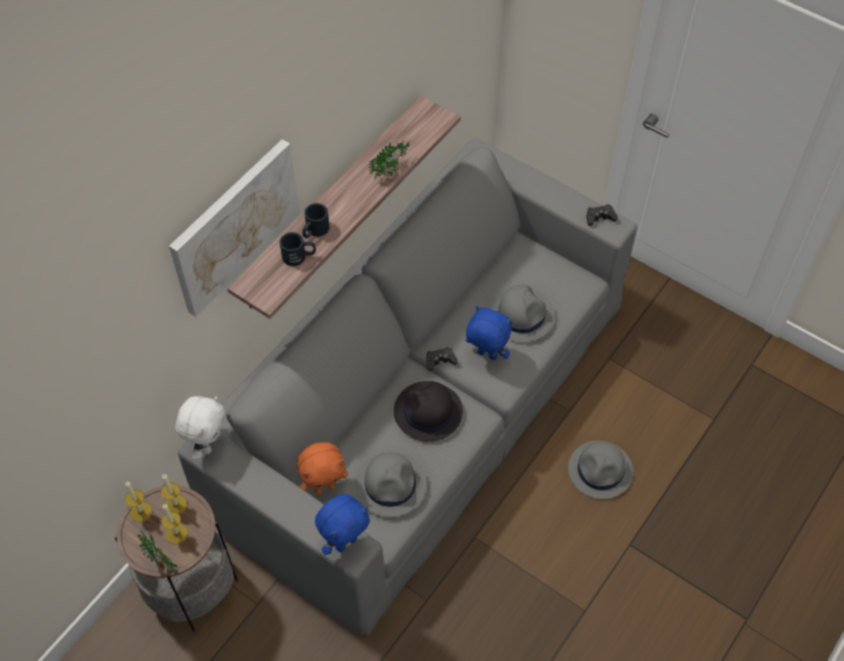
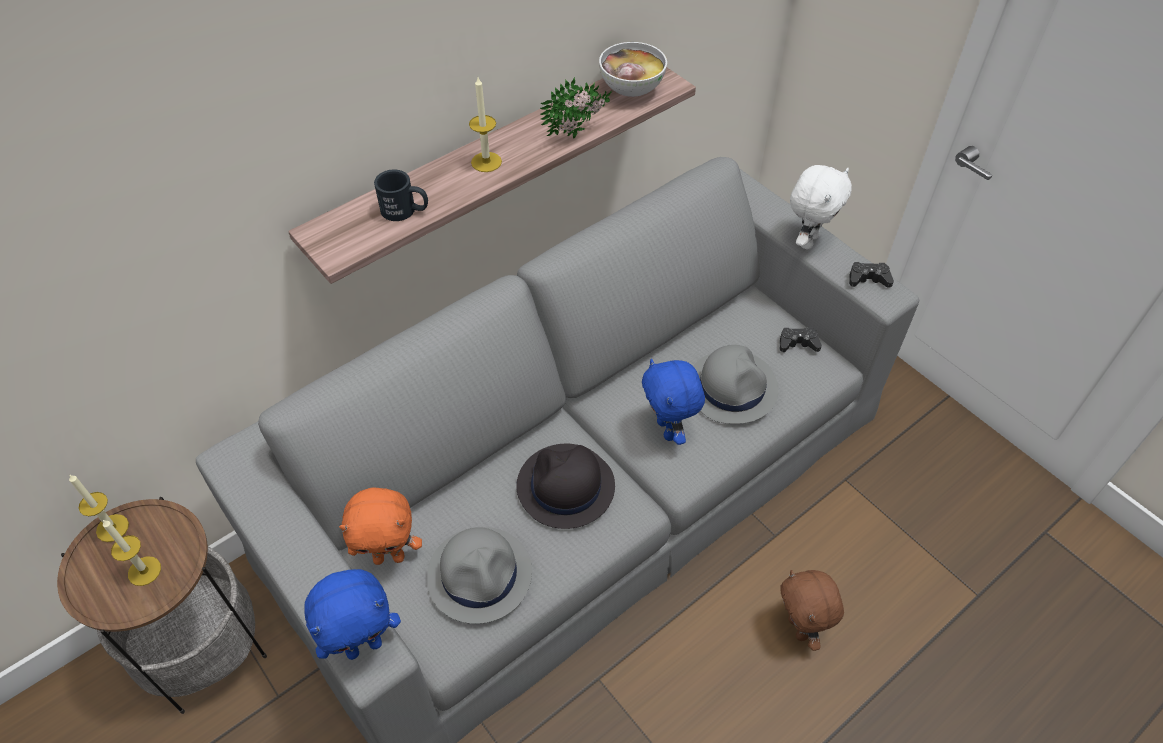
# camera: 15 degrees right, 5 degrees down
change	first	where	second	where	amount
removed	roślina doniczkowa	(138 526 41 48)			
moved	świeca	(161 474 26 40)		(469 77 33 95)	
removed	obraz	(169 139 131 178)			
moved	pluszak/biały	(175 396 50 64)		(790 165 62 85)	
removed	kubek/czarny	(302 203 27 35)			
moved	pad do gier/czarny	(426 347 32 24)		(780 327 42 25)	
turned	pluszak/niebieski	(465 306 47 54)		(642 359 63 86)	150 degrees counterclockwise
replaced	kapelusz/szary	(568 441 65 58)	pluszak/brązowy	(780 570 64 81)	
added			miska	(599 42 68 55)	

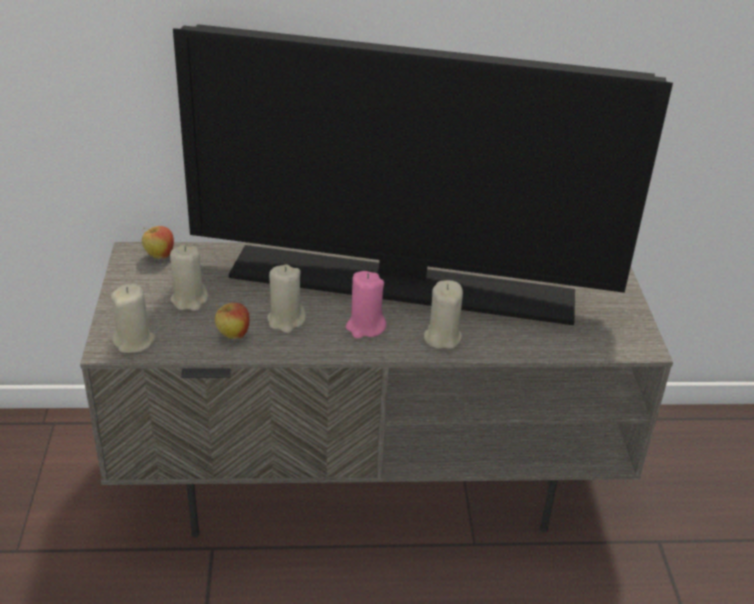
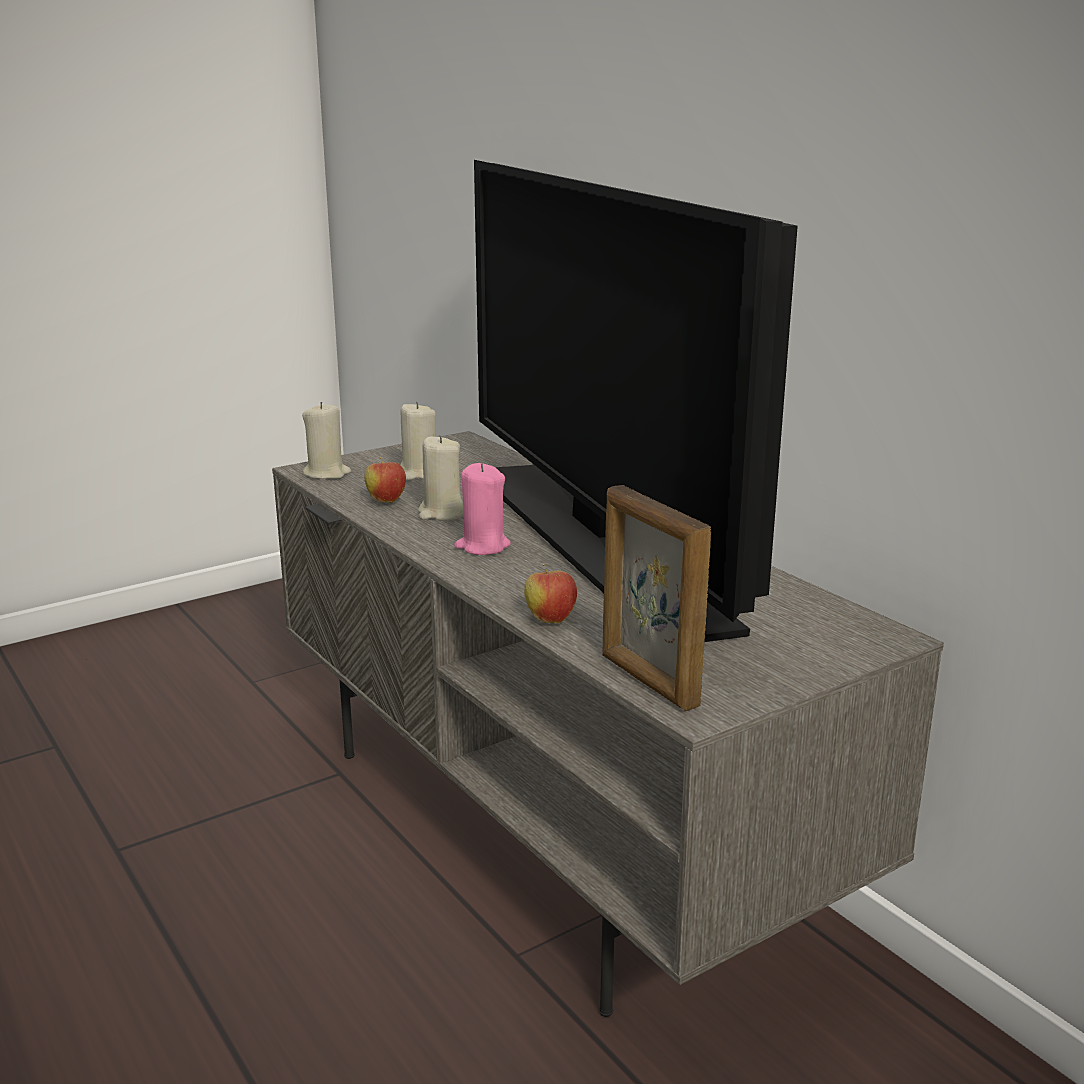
# camera: 60 degrees right, 15 degrees down
change	first	where	second	where	amount
moved	jabłko	(142 226 32 33)		(524 564 53 59)	
removed	świeca/beżowy	(424 280 39 69)			
added			ramka na zdjęcie	(602 485 109 226)	

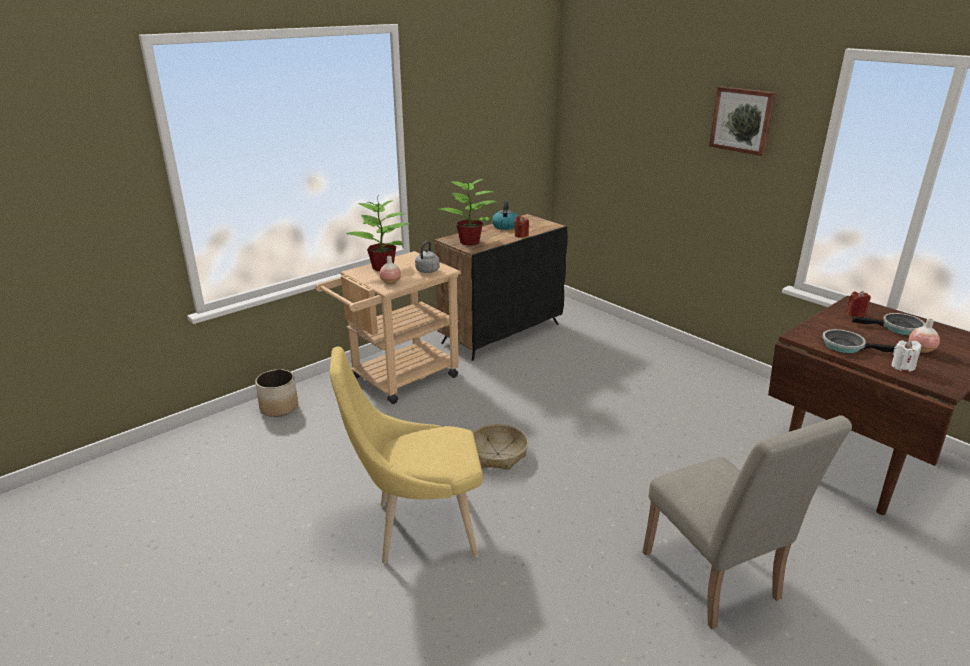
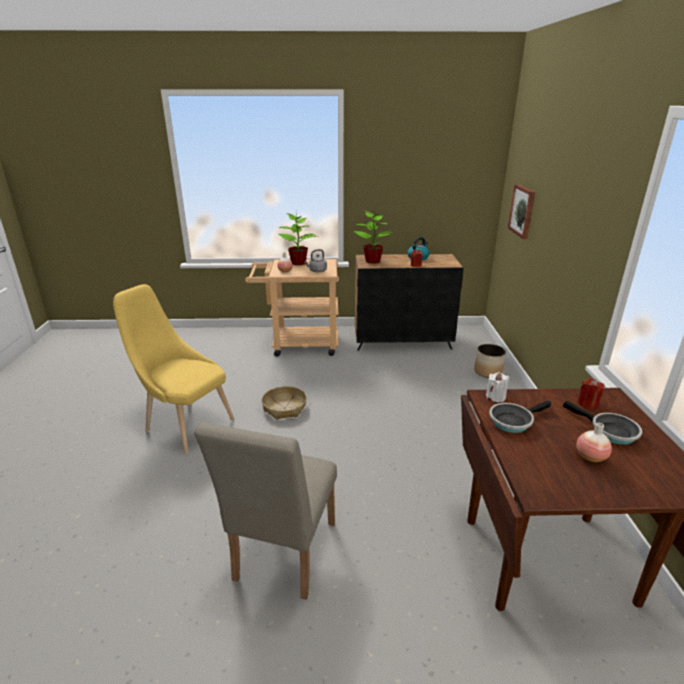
# camera: 40 degrees right, 0 degrees up
change	first	where	second	where	amount
moved	donica	(255 369 43 48)		(474 344 32 34)	
moved	obraz	(709 86 67 70)		(508 184 27 55)	
turned	patelnia	(822 329 74 24)		(489 400 62 33)	90 degrees counterclockwise
moved	świeca/biały	(891 340 30 32)		(486 372 23 30)	

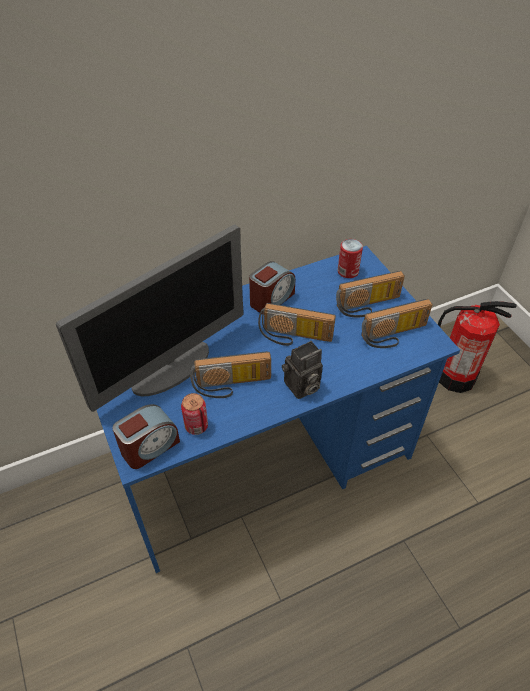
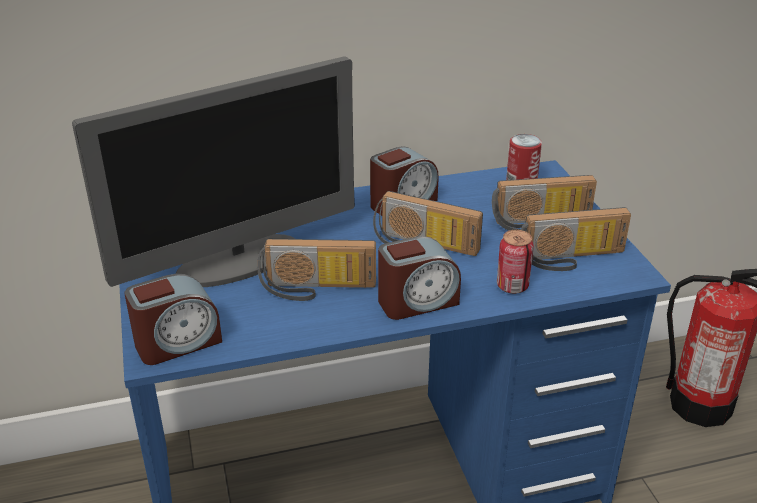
# camera: 10 degrees right, 15 degrees down
change	first	where	second	where	amount
moved	puszka	(181 393 27 42)		(497 230 37 64)	
replaced	aparat fotograficzny	(282 341 41 58)	budzik	(378 236 83 84)	

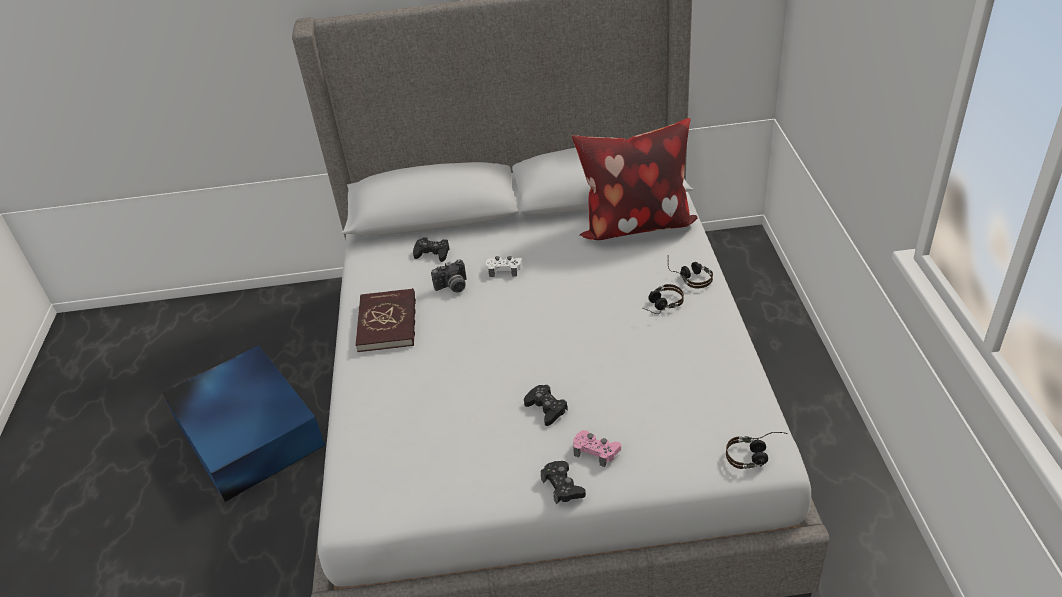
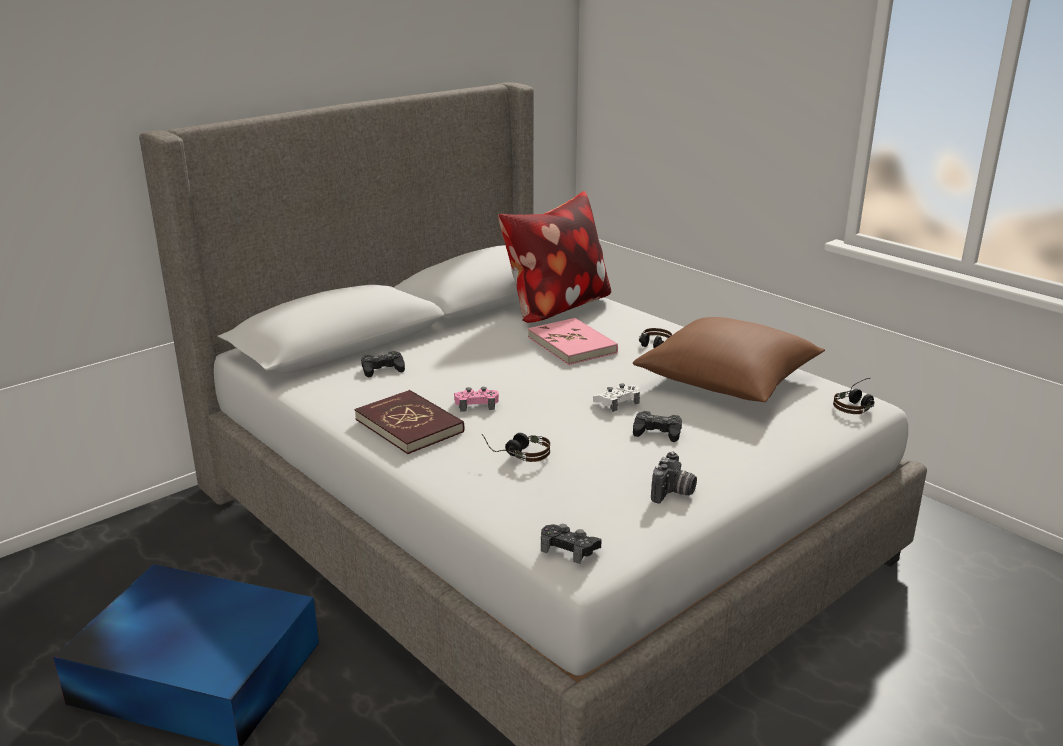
# camera: 40 degrees left, 15 degrees down
change	first	where	second	where	amount
moved	aparat fotograficzny	(431 259 36 34)		(651 452 46 51)	
moved	pad do gier/biały	(486 256 36 21)		(593 383 47 29)	
moved	pad do gier/czarny	(541 461 45 44)		(541 524 60 40)	
moved	pad do gier/różowy	(573 430 48 37)		(454 387 45 25)	
moved	słuchawki	(668 255 45 33)		(482 433 68 29)	
added			książka/różowy	(528 318 90 47)	
added			poduszka/brązowy	(633 317 192 85)	

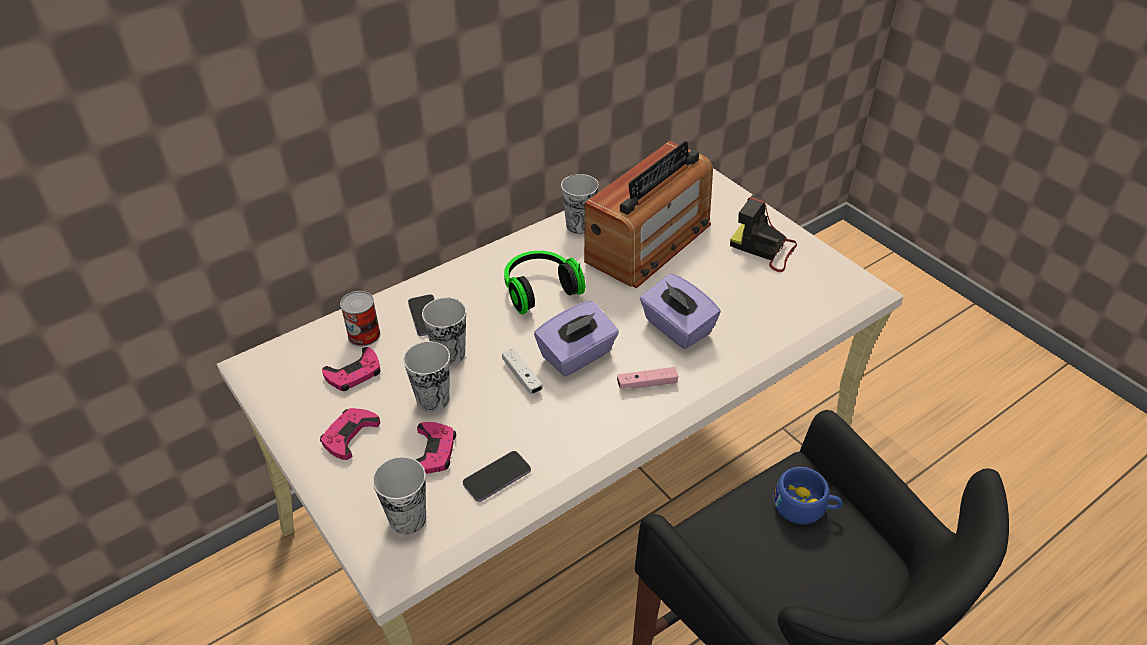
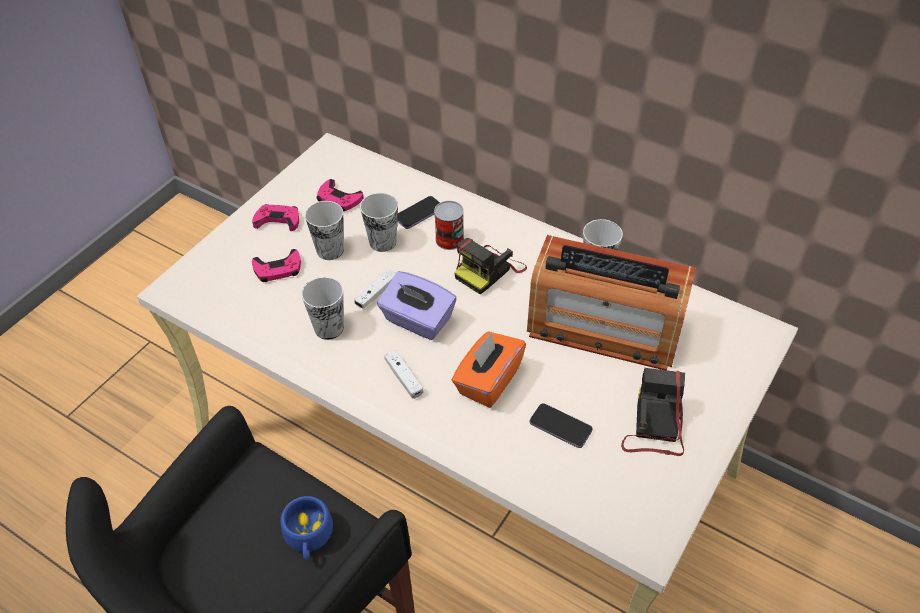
# camera: 70 degrees right, 5 degrees up
change	first	where	second	where	amount
moved	puszka	(340 291 41 55)		(434 201 30 49)	
moved	filiżanka	(372 457 54 77)		(302 277 42 63)	
moved	telefon	(463 451 68 51)		(530 403 63 45)	
replaced	słuchawki	(504 251 81 64)	aparat fotograficzny	(454 238 73 57)	
recoloured	pad do gier/różowy	(617 367 61 22)	pad do gier/biały	(384 350 39 49)	
recoloured	pudełko chusteczek/fioletowy	(640 273 81 76)	pudełko chusteczek/pomarańczowy	(451 331 75 77)	

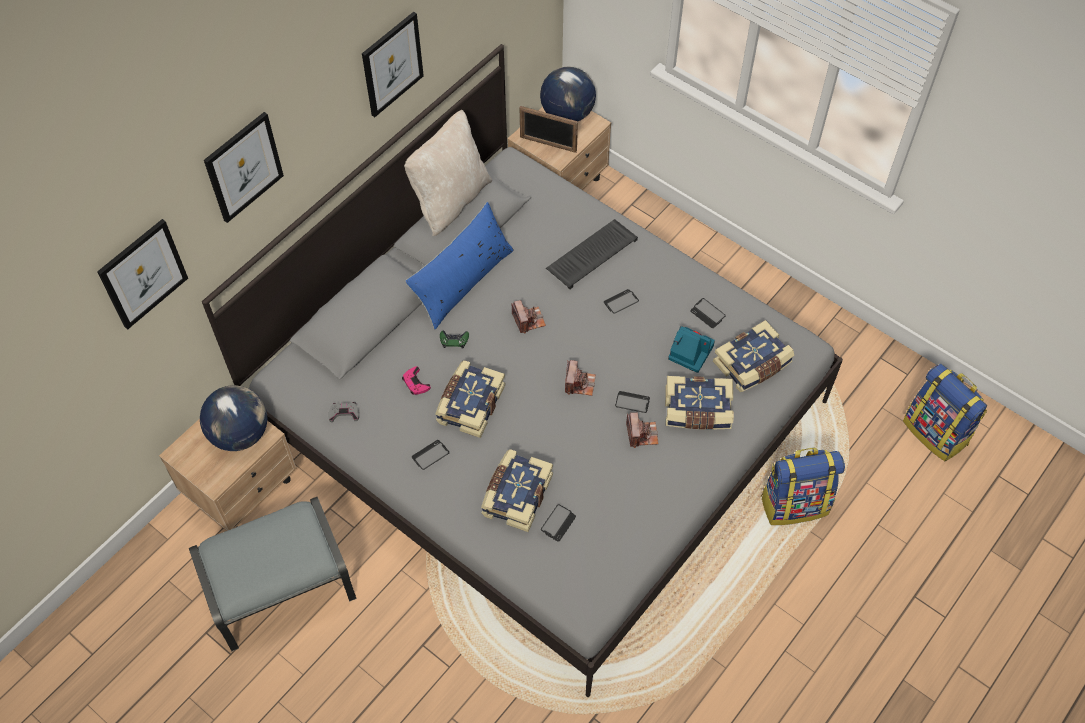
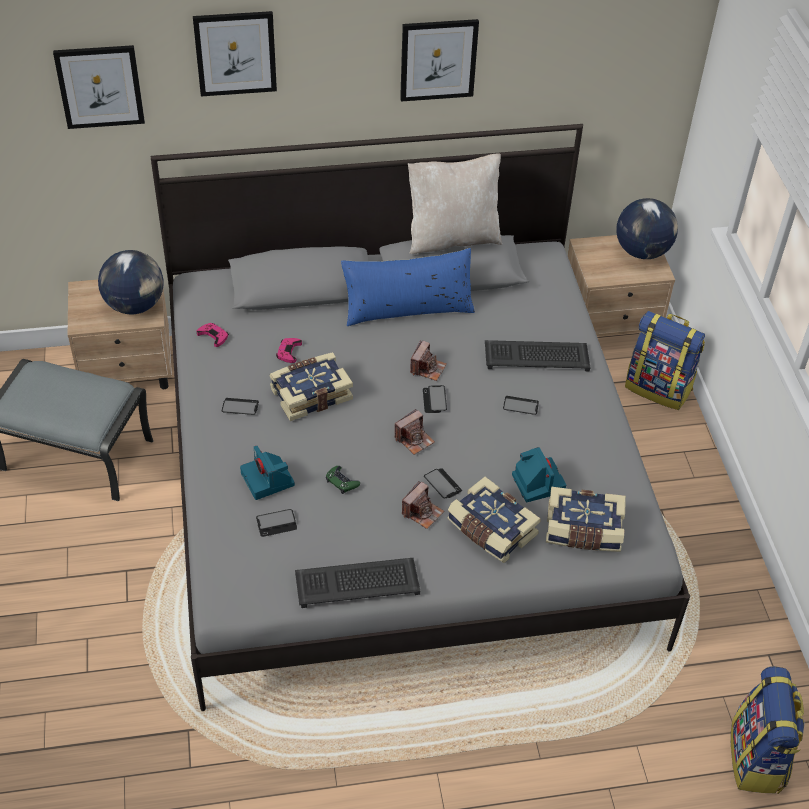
# camera: 40 degrees right, 10 degrees down
change	first	where	second	where	amount
recoloured	pad do gier/szary	(328 402 31 20)	pad do gier/różowy	(197 323 32 24)	
moved	pad do gier/zielony	(440 331 29 18)		(326 466 34 28)	
replaced	książka	(481 449 72 83)	aparat fotograficzny	(240 446 55 54)	
removed	ramka na zdjęcie	(520 106 58 47)			
moved	telefon	(690 298 36 30)		(423 385 24 28)	
moved	plecak	(761 448 84 77)		(625 311 80 99)	
added			klawiatura	(295 558 126 50)	

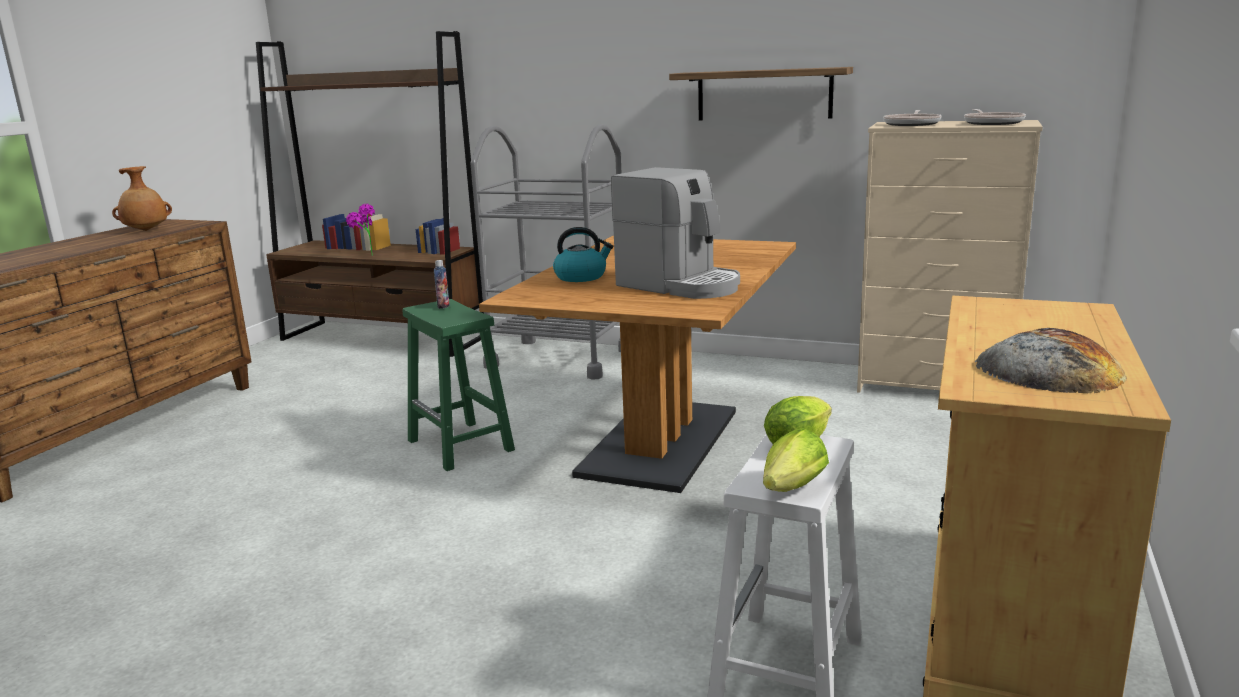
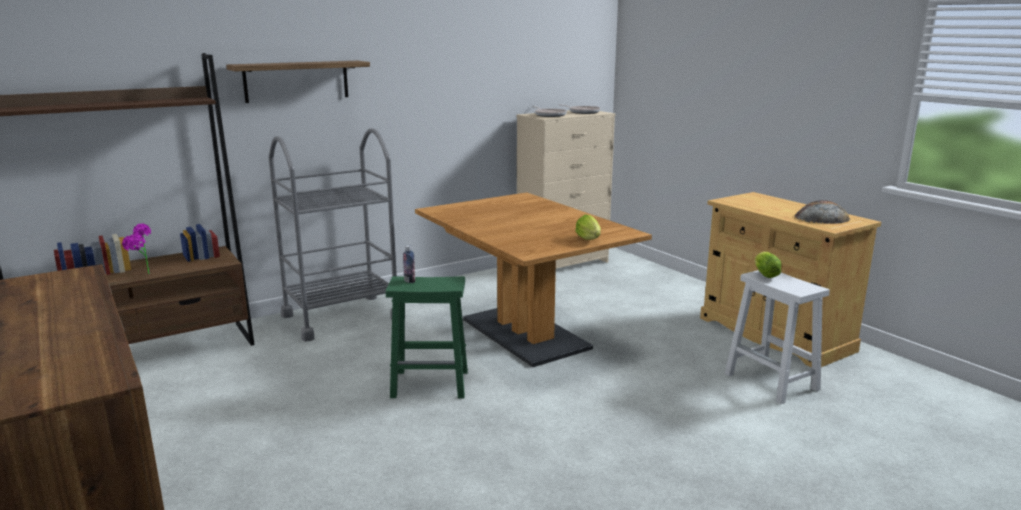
# camera: 55 degrees left, 0 degrees up
change	first	where	second	where	amount
removed	wazon/brązowy	(112 166 60 65)			
removed	czajnik	(553 227 60 55)			
removed	ekspres do kawy	(611 167 129 132)			
moved	półka	(669 67 184 53)		(226 61 144 42)	
moved	sałata	(763 428 66 64)		(575 215 26 25)	

